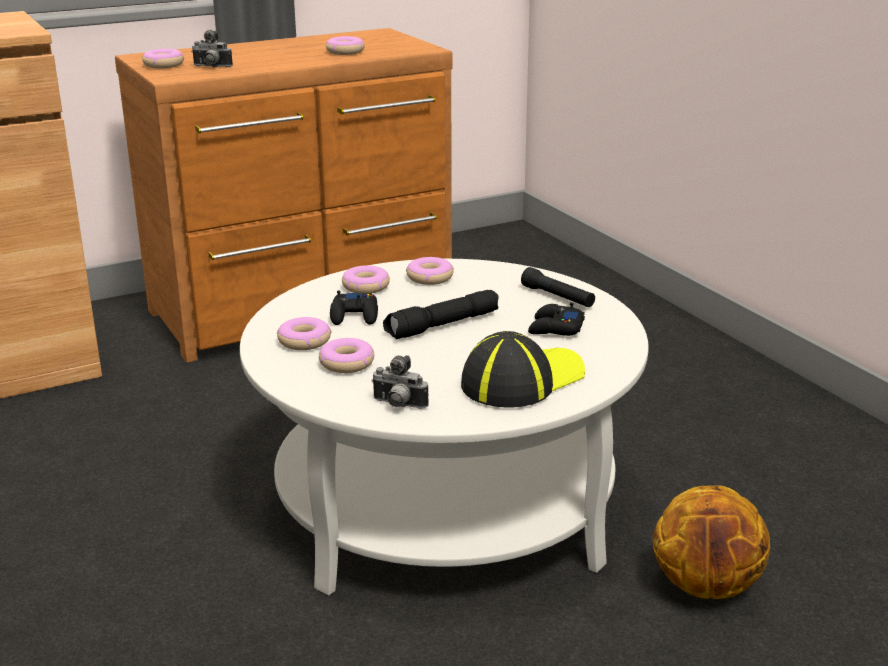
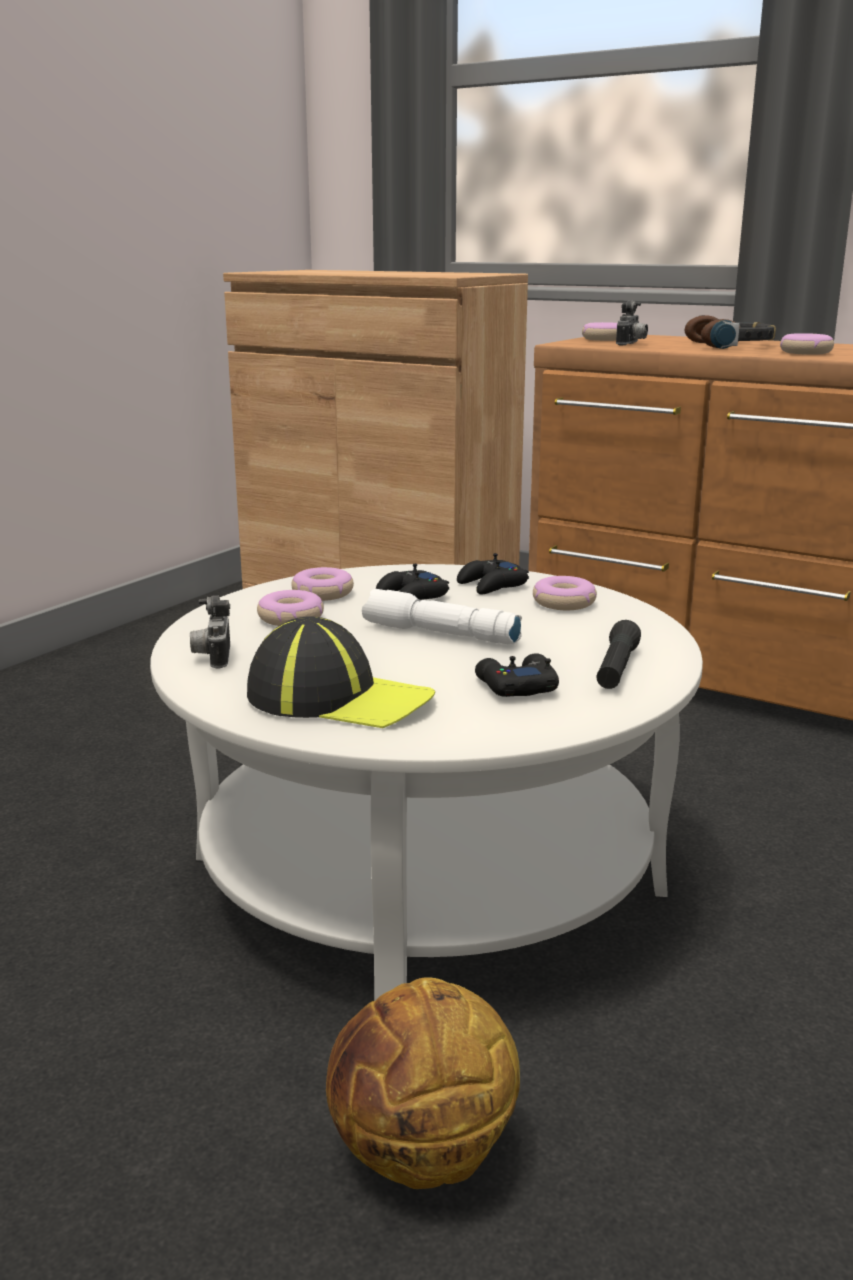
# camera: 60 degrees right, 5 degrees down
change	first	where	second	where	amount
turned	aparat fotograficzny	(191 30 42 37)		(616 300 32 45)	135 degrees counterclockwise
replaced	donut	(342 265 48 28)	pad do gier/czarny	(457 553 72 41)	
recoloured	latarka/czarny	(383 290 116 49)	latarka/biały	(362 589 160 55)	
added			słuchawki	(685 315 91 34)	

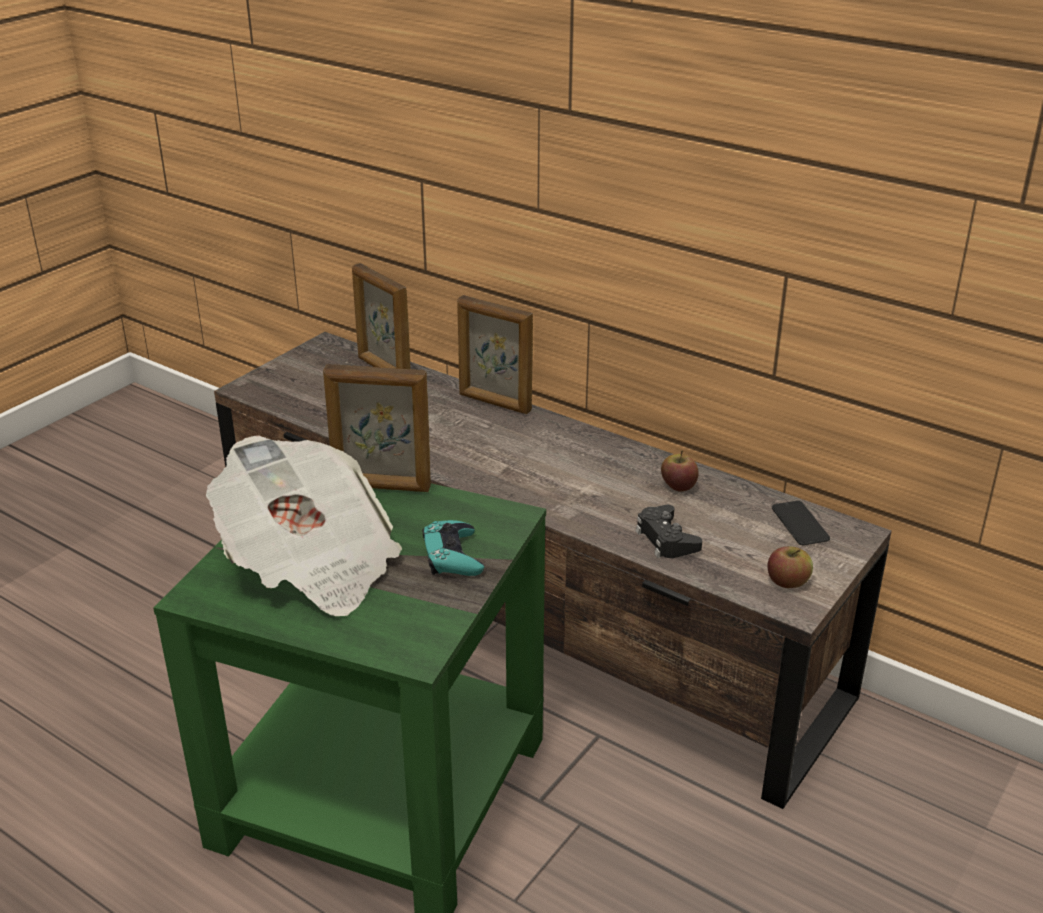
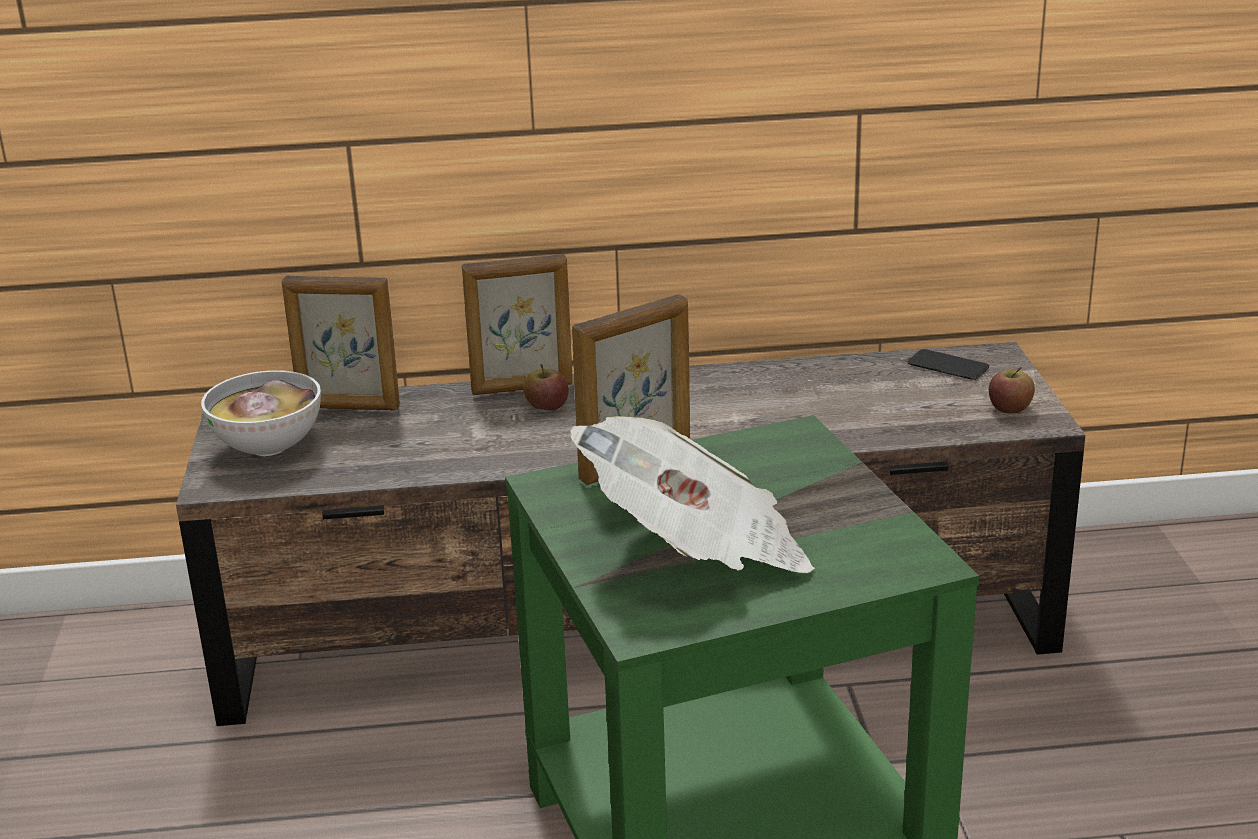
# camera: 40 degrees left, 5 degrees down
change	first	where	second	where	amount
removed	pad do gier/turkusowy	(423 520 61 56)			
removed	pad do gier/czarny	(636 505 66 53)			
moved	jabłko	(661 451 38 40)		(523 364 46 47)	
added			miska	(201 370 120 86)	

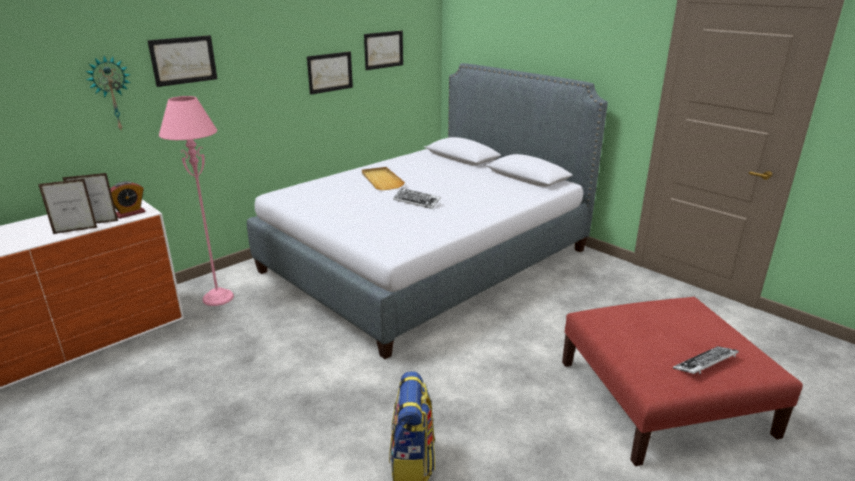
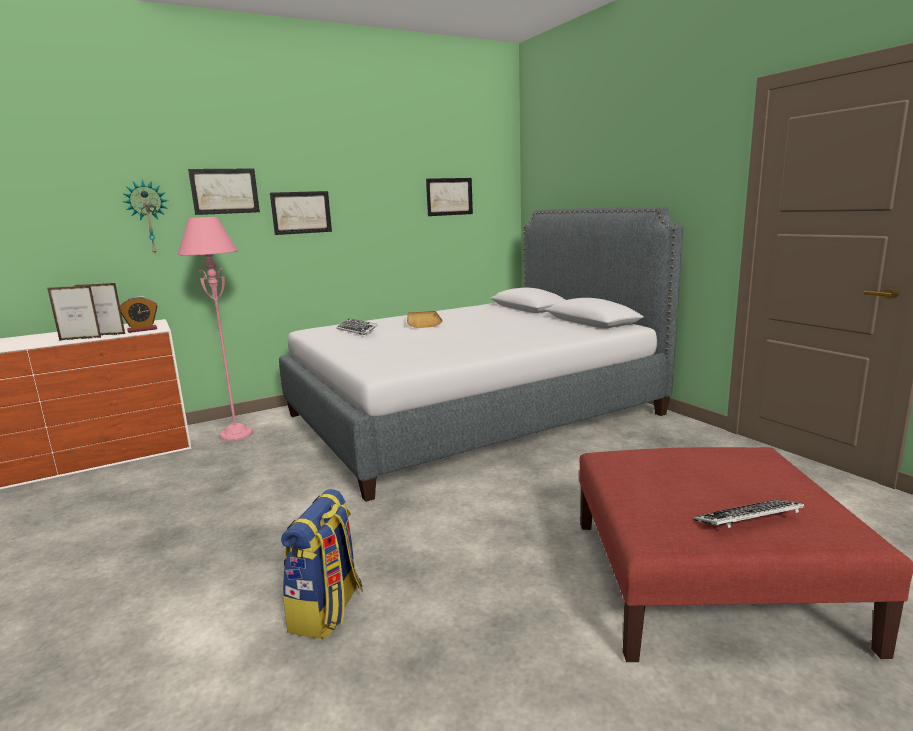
# camera: 15 degrees right, 10 degrees down
change	first	where	second	where	amount
moved	obraz	(307 52 46 43)		(270 191 62 44)	
moved	klawiatura	(393 188 48 21)		(337 318 41 17)	

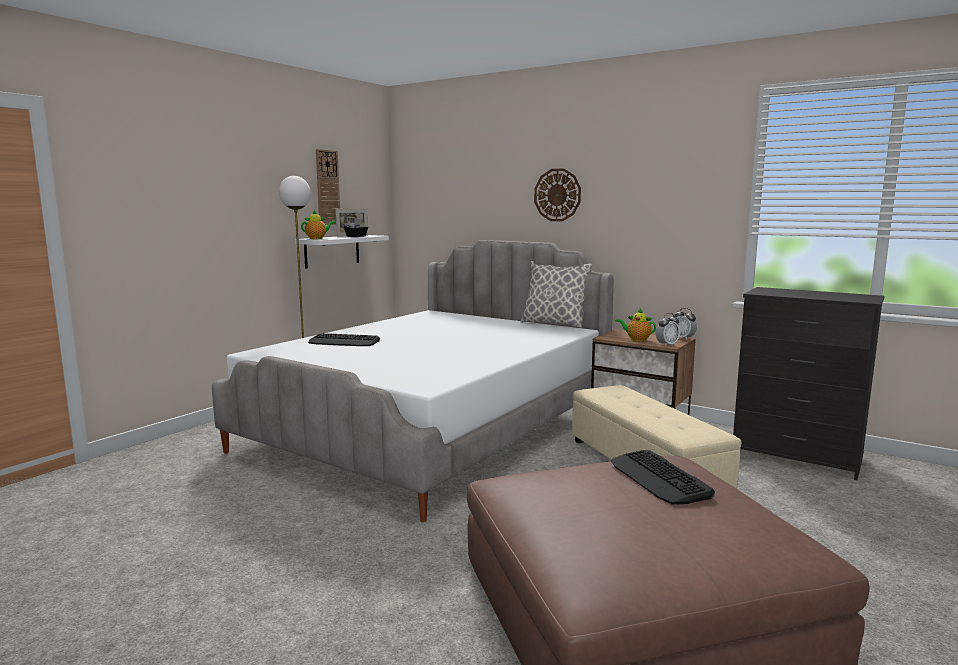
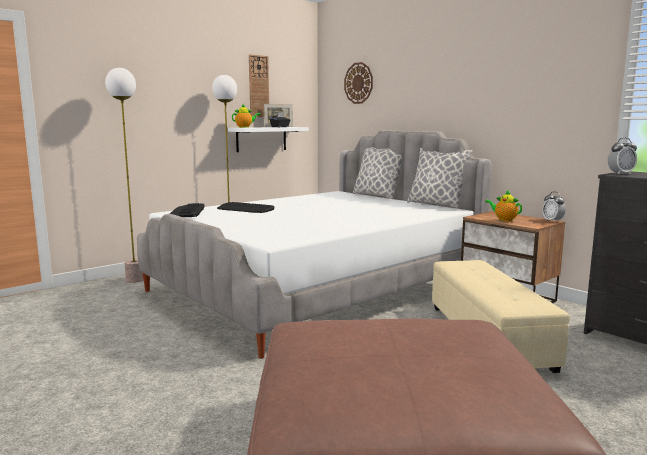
# camera: 15 degrees right, 0 degrees up
change	first	where	second	where	amount
moved	zegar ścienny	(534 168 47 53)		(344 62 29 42)	
moved	klawiatura	(611 450 104 55)		(170 203 35 14)	
moved	budzik	(656 313 24 34)		(608 138 29 37)	
added			lampa stojąca	(105 68 39 215)	
added			poduszka	(353 147 49 52)	

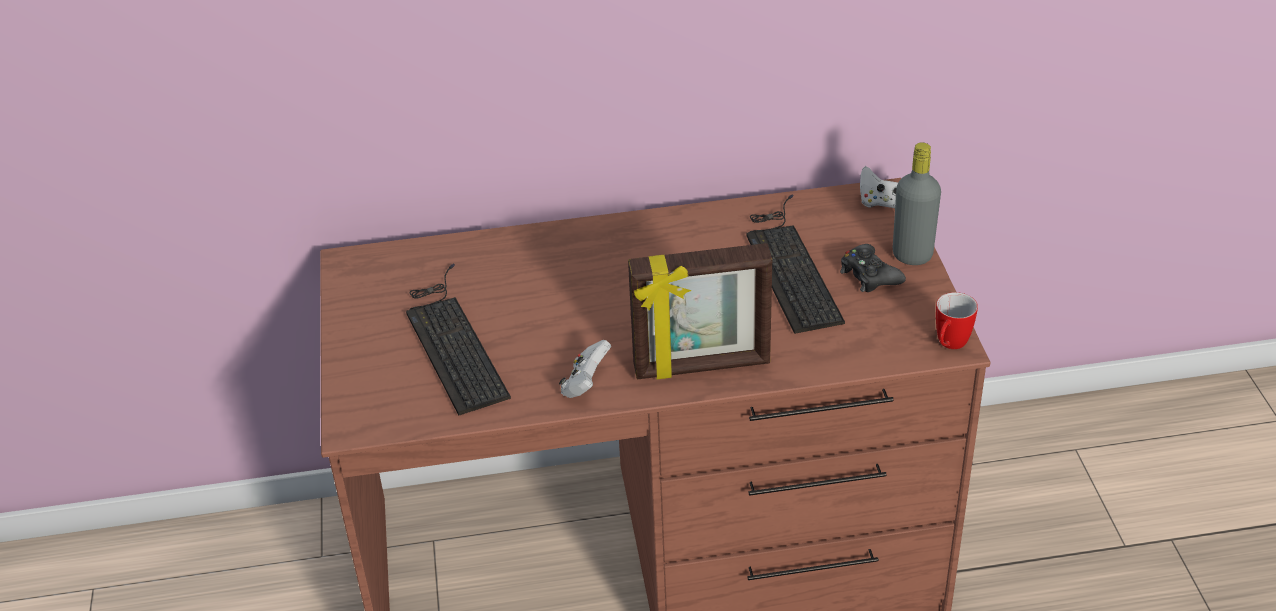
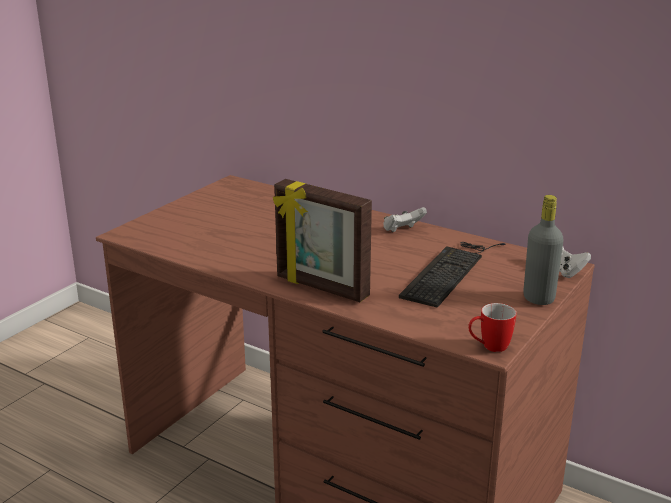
# camera: 40 degrees right, 15 degrees down
change	first	where	second	where	amount
removed	klawiatura	(406 264 105 151)			
moved	pad do gier/biały	(559 340 52 58)		(383 207 44 25)	
removed	pad do gier/czarny	(840 244 66 48)			

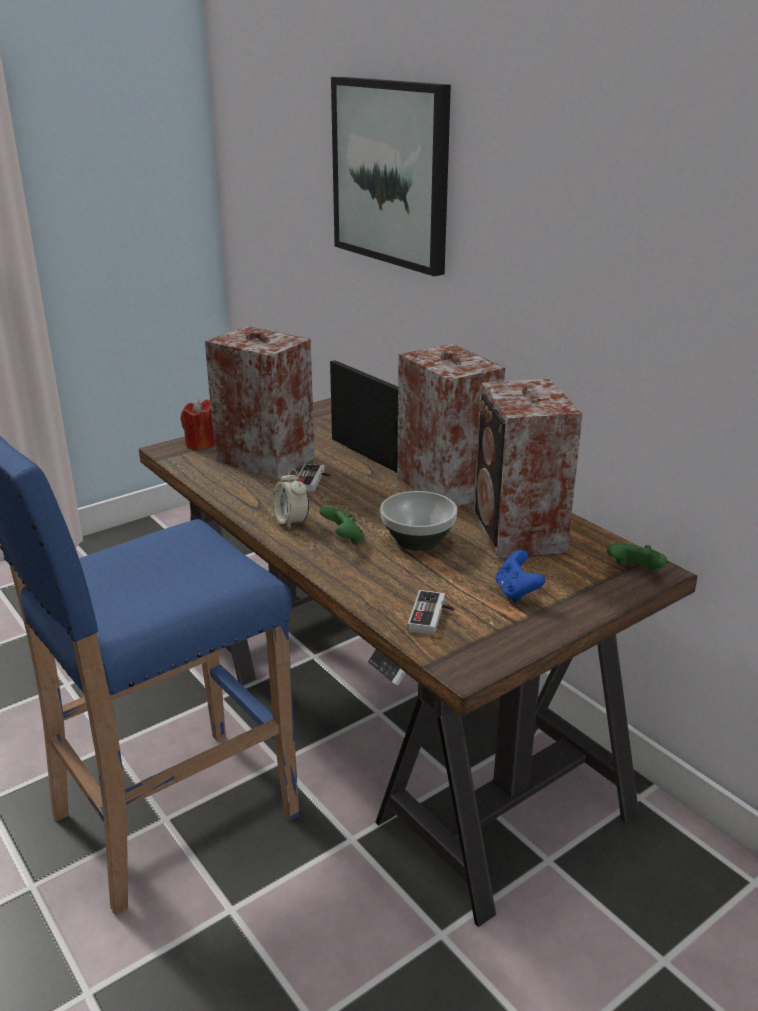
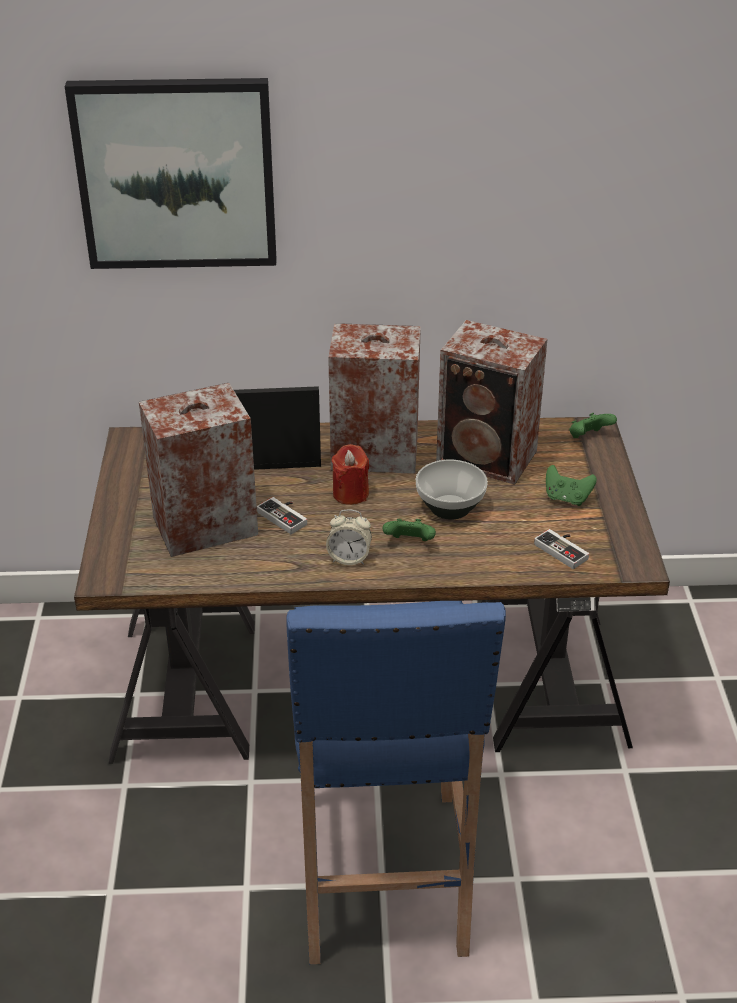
# camera: 55 degrees left, 10 degrees up
change	first	where	second	where	amount
moved	świeca/czerwony	(181 399 33 51)		(332 444 37 61)	
recoloured	pad do gier/niebieski	(495 550 50 52)	pad do gier/zielony	(546 465 51 41)	

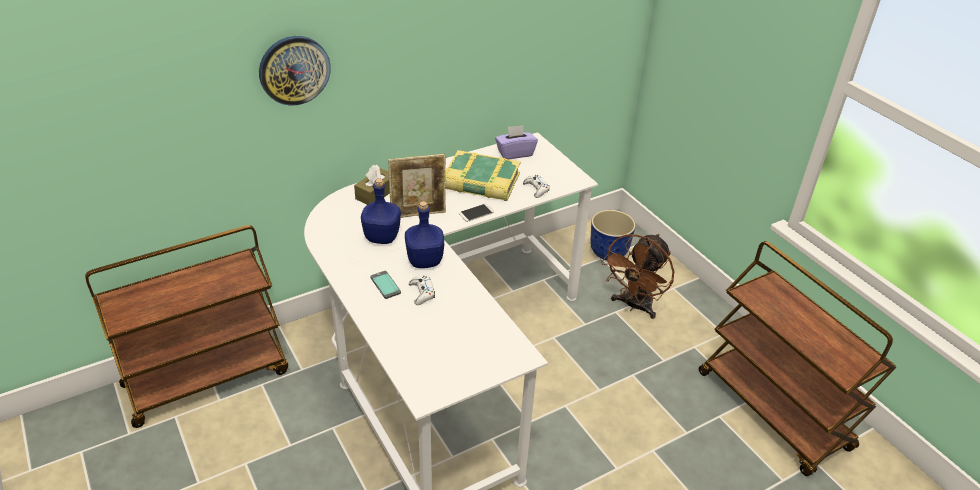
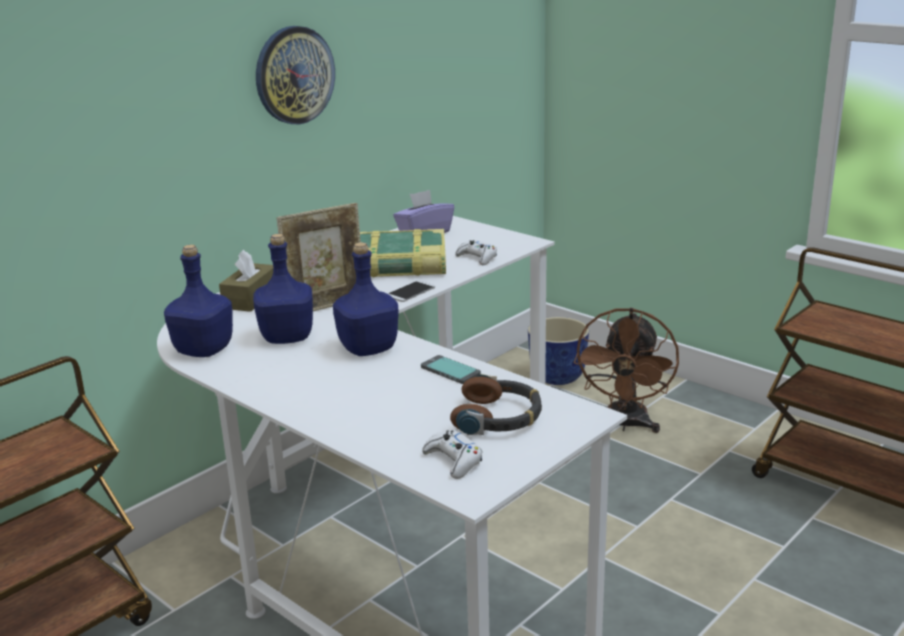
# camera: 15 degrees left, 15 degrees down
change	first	where	second	where	amount
moved	zegar ścienny	(259 36 72 70)		(256 26 79 98)	
moved	telefon	(370 271 31 28)		(421 355 60 29)	
moved	pad do gier/biały	(409 276 26 29)		(422 430 60 49)	
added			butelka/niebieski	(164 245 69 112)	
added			słuchawki	(450 374 92 61)	

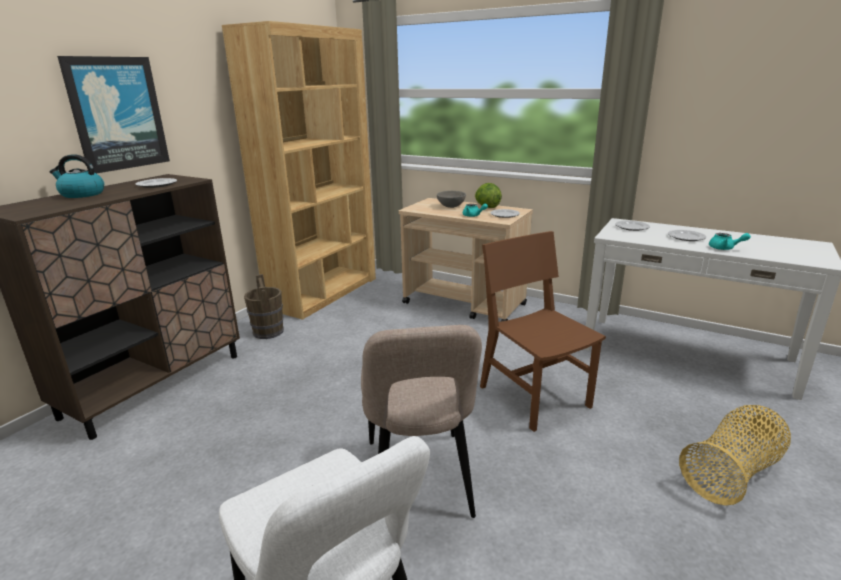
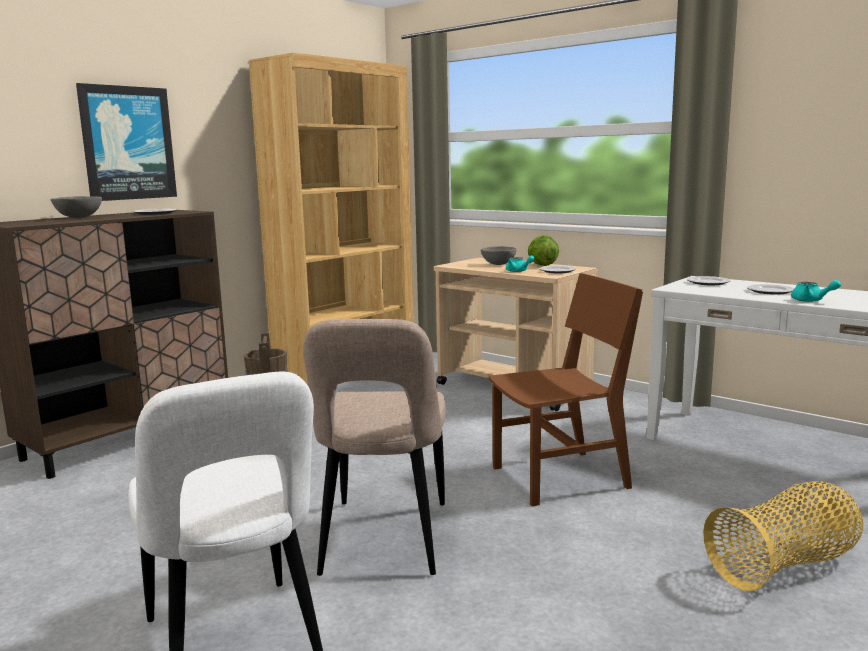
# camera: 10 degrees right, 10 degrees down
change	first	where	second	where	amount
replaced	czajnik	(50 154 54 44)	miska/szary	(50 196 52 22)	
turned	krzesło/brązowy	(480 231 126 201)		(488 273 155 233)	90 degrees clockwise

